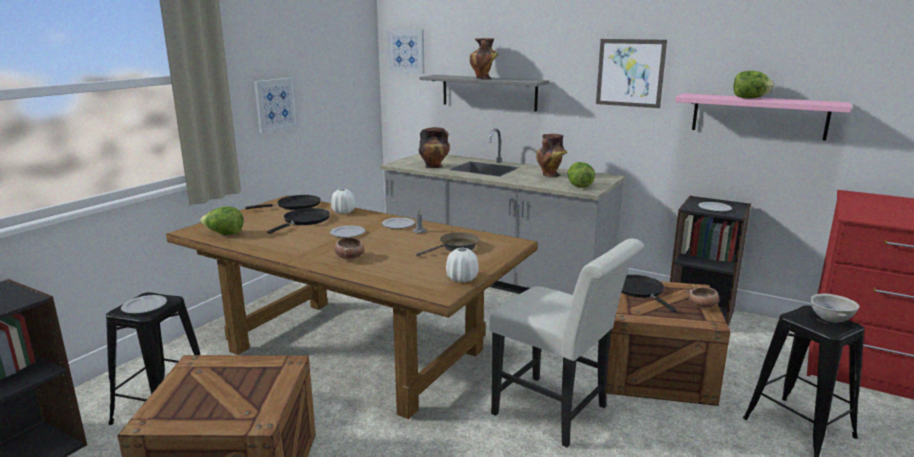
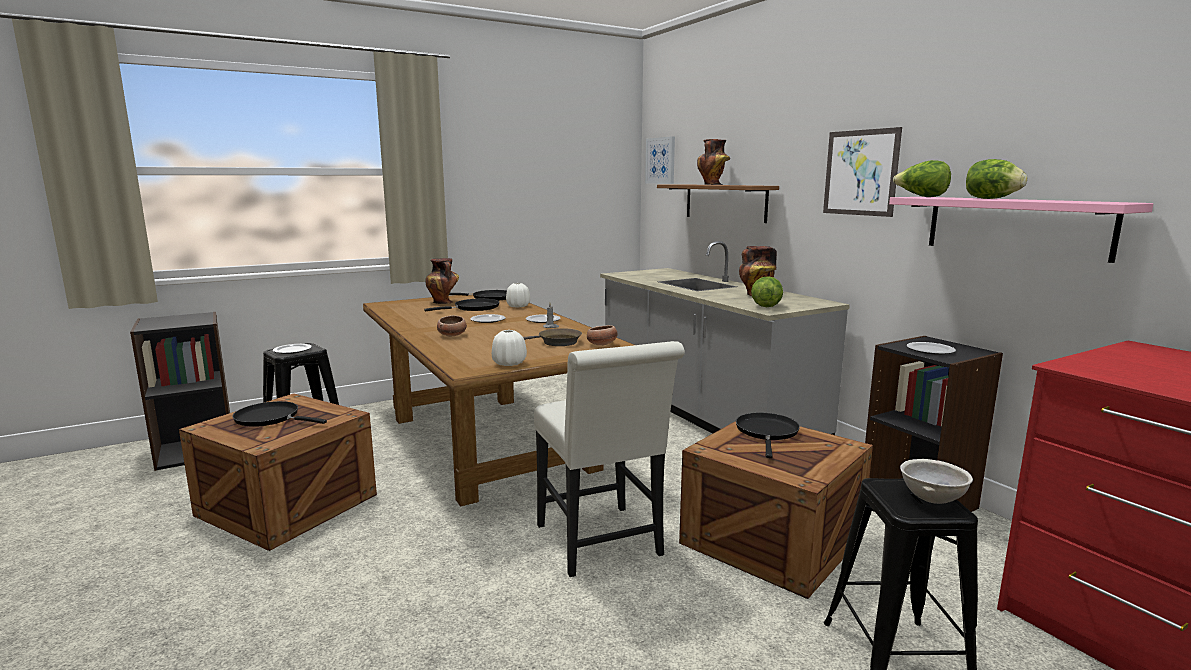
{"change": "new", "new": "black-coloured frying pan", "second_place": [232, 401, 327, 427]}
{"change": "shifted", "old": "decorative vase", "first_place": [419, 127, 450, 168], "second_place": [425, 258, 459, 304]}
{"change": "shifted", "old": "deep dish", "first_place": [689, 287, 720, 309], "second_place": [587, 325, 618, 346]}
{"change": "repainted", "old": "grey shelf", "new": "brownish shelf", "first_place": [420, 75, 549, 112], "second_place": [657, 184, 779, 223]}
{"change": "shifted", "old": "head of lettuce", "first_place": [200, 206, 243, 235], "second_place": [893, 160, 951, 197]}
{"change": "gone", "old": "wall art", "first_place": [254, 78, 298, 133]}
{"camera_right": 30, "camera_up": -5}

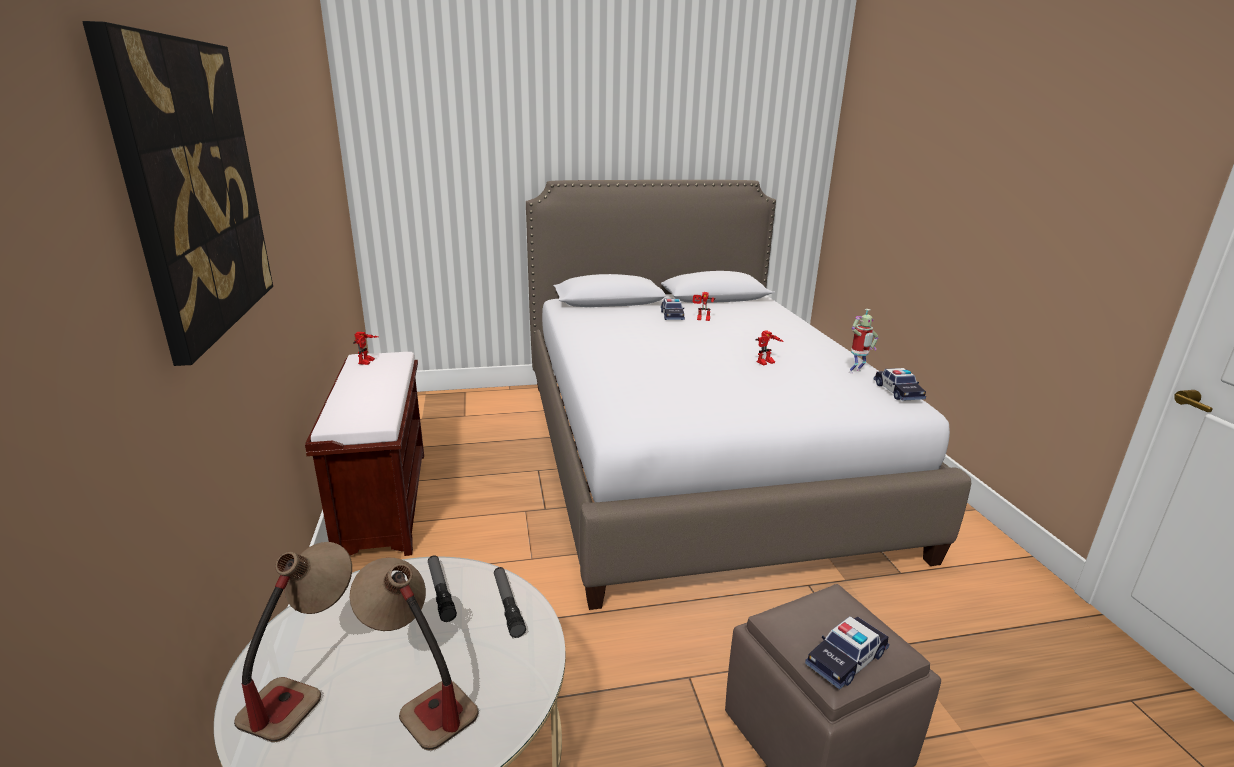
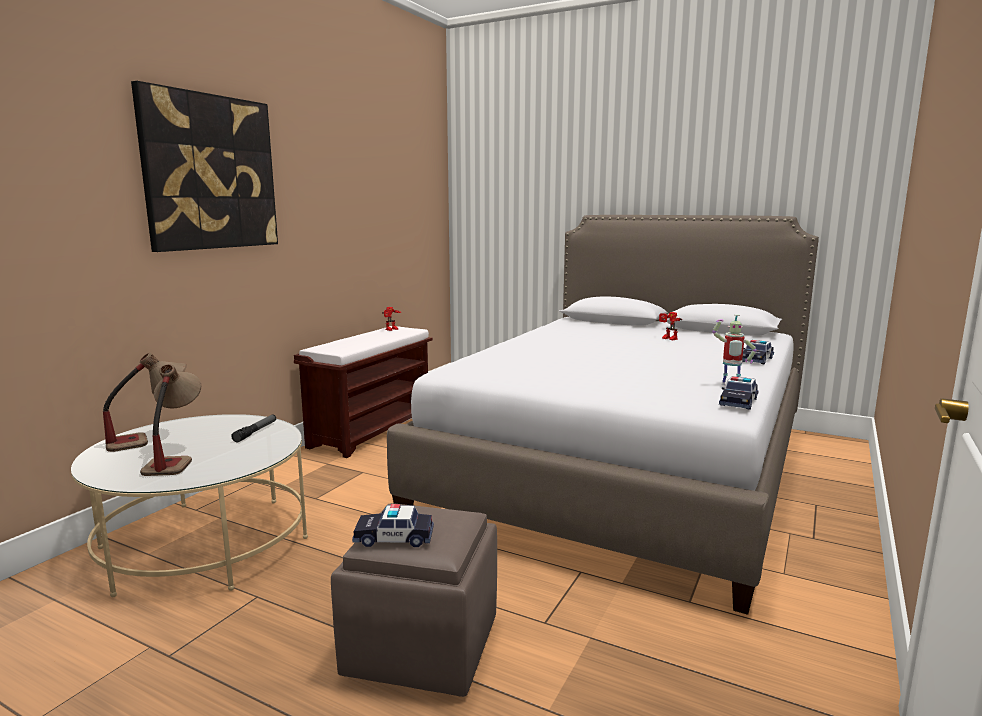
{"change": "shifted", "old": "model car", "first_place": [661, 299, 685, 320], "second_place": [742, 340, 774, 364]}
{"change": "gone", "old": "torch", "first_place": [494, 567, 526, 638]}
{"change": "gone", "old": "model robot", "first_place": [755, 330, 784, 365]}
{"camera_right": 40, "camera_up": -10}

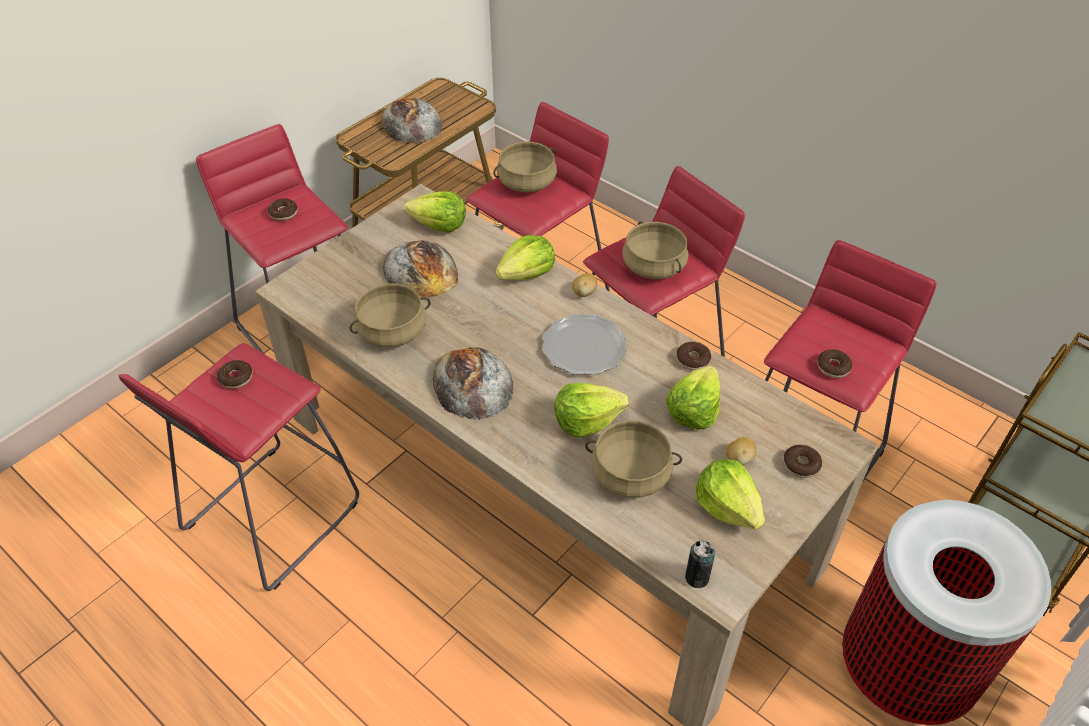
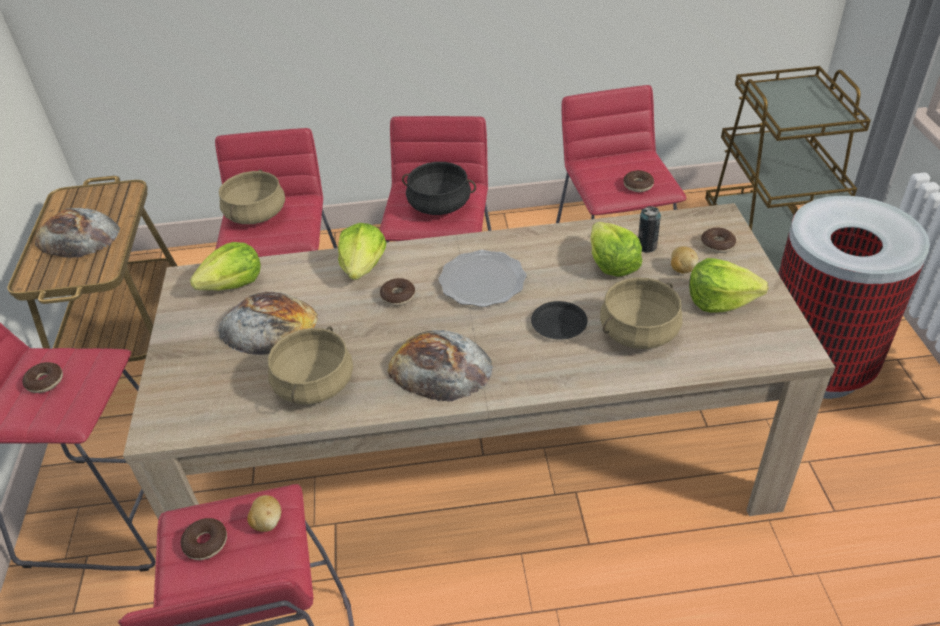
{"change": "shifted", "old": "spud", "first_place": [572, 273, 597, 297], "second_place": [247, 495, 281, 532]}
{"change": "shifted", "old": "donut", "first_place": [676, 342, 711, 370], "second_place": [380, 278, 415, 306]}
{"change": "repainted", "old": "beige-coloured stockpot", "new": "black-coloured stockpot", "first_place": [622, 221, 689, 279], "second_place": [402, 162, 476, 215]}
{"change": "swapped", "old": "head of lettuce", "new": "black-coloured flat dish", "first_place": [554, 383, 629, 438], "second_place": [531, 301, 588, 340]}
{"change": "shifted", "old": "can", "first_place": [685, 540, 715, 588], "second_place": [638, 206, 661, 253]}
{"camera_right": -45, "camera_up": -5}

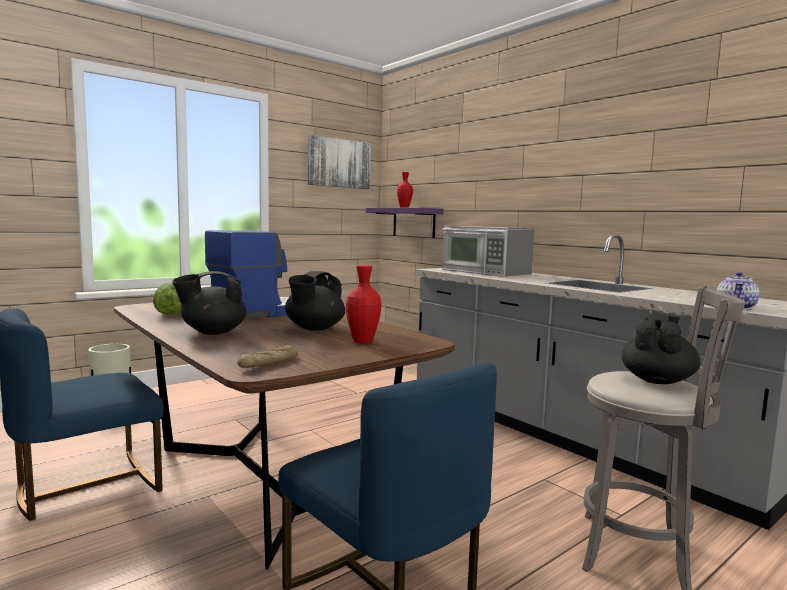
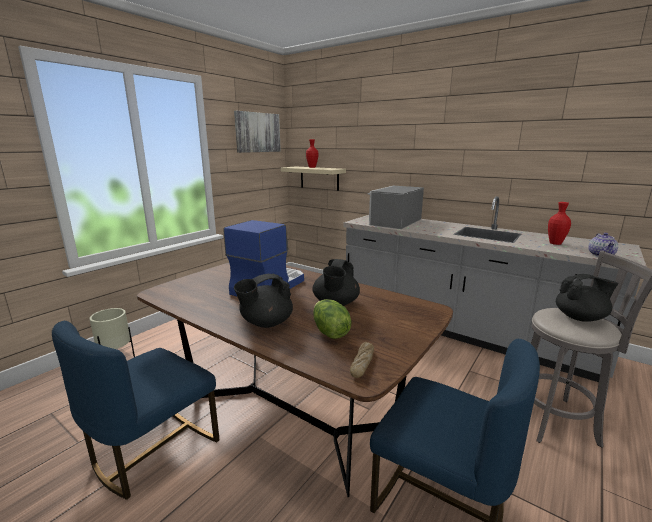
{"change": "repainted", "old": "purplish shelf", "new": "beige-coloured shelf", "first_place": [366, 207, 443, 238], "second_place": [281, 166, 346, 191]}
{"change": "shifted", "old": "head of lettuce", "first_place": [153, 282, 182, 315], "second_place": [313, 299, 352, 339]}
{"change": "rotated", "old": "kitchen microwave", "first_place": [442, 226, 535, 277], "second_place": [367, 186, 424, 229], "degrees": 90}
{"change": "shifted", "old": "red decorative vase", "first_place": [346, 265, 382, 343], "second_place": [548, 202, 571, 245]}
{"change": "rotated", "old": "black-coloured teapot", "first_place": [622, 314, 701, 384], "second_place": [556, 274, 619, 322], "degrees": 75}
{"camera_right": -15, "camera_up": 10}

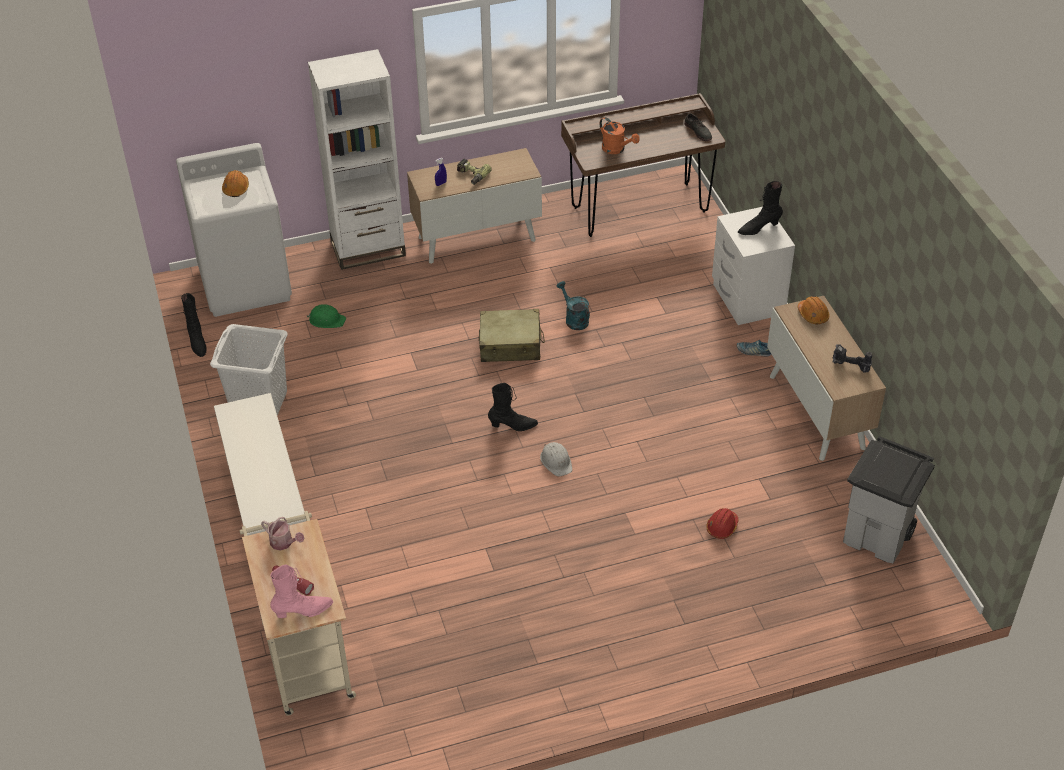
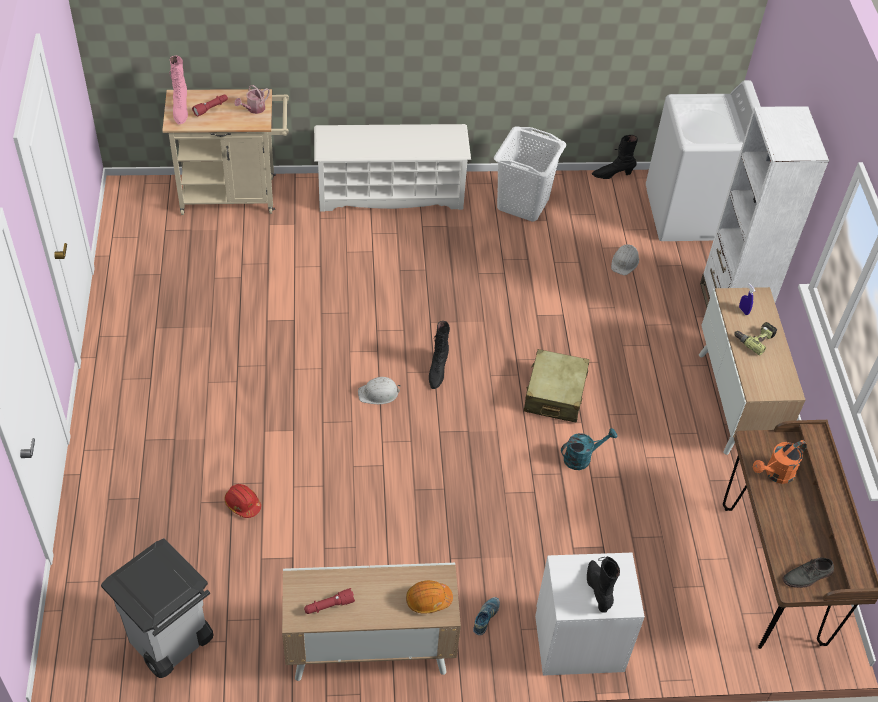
{"change": "swapped", "old": "power drill", "new": "red torch", "first_place": [833, 344, 872, 373], "second_place": [304, 588, 355, 614]}
{"change": "repainted", "old": "greenish safety helmet", "new": "whitish safety helmet", "first_place": [307, 304, 346, 328], "second_place": [611, 244, 639, 275]}
{"change": "gone", "old": "orange safety helmet", "first_place": [222, 170, 249, 197]}
{"camera_right": 100, "camera_up": 5}

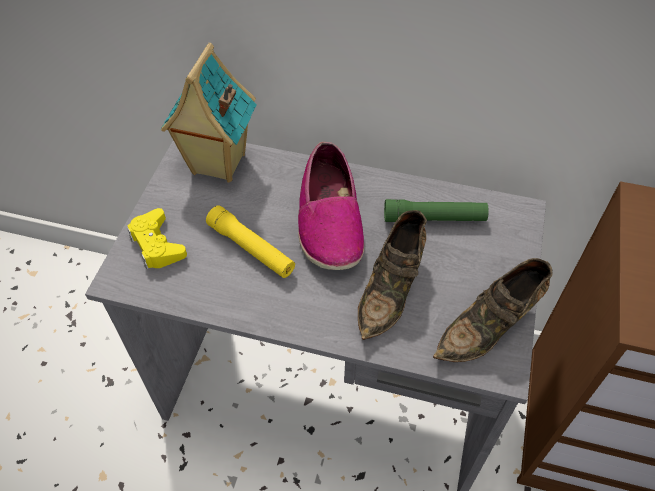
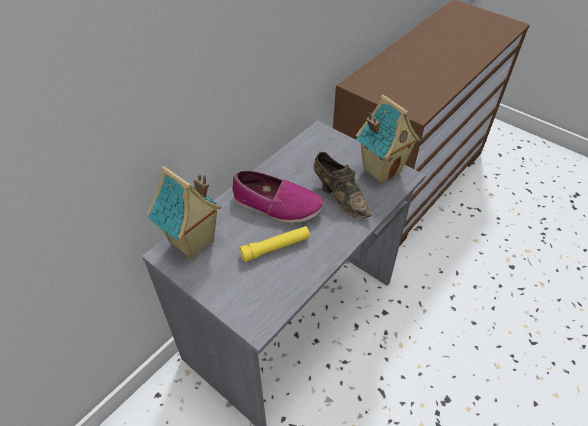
{"change": "swapped", "old": "brownish item of footwear", "new": "model house", "first_place": [433, 258, 553, 362], "second_place": [356, 95, 420, 184]}
{"change": "gone", "old": "yellowish gamepad", "first_place": [127, 208, 187, 269]}
{"change": "gone", "old": "greenish torch", "first_place": [384, 199, 489, 222]}
{"camera_right": -65, "camera_up": -5}

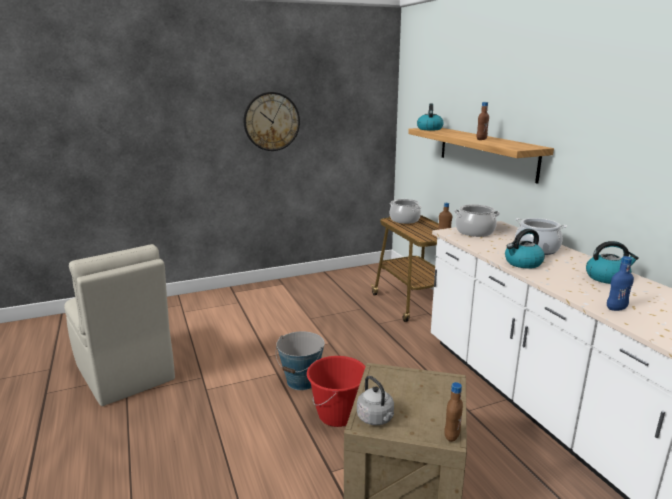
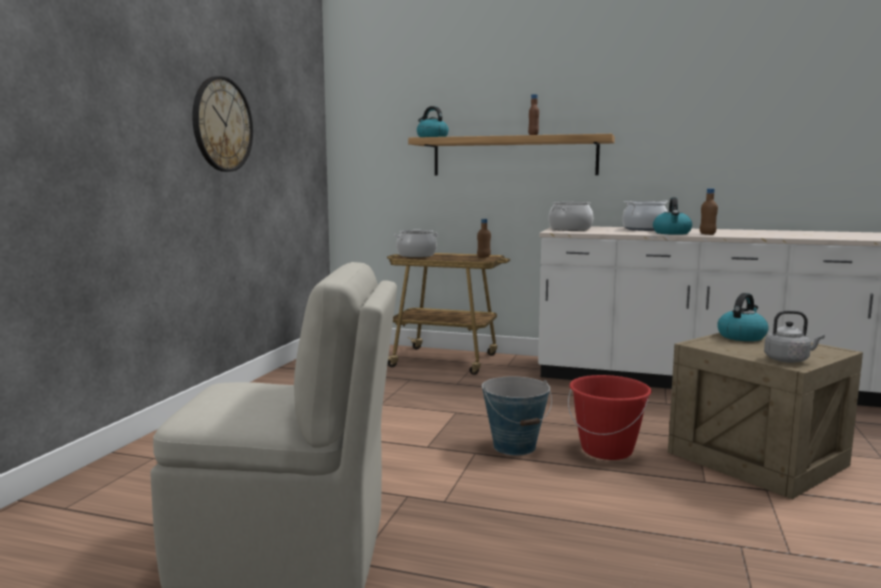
{"change": "shifted", "old": "brownish drink bottle", "first_place": [444, 382, 463, 442], "second_place": [700, 188, 718, 235]}
{"change": "shifted", "old": "tea kettle", "first_place": [586, 241, 639, 284], "second_place": [717, 293, 769, 341]}
{"change": "gone", "old": "blue-coloured drink bottle", "first_place": [607, 256, 634, 311]}
{"camera_right": -50, "camera_up": -10}

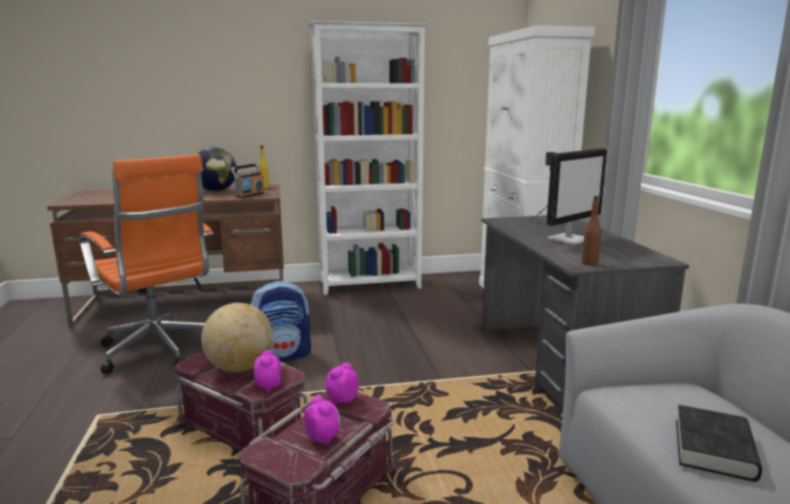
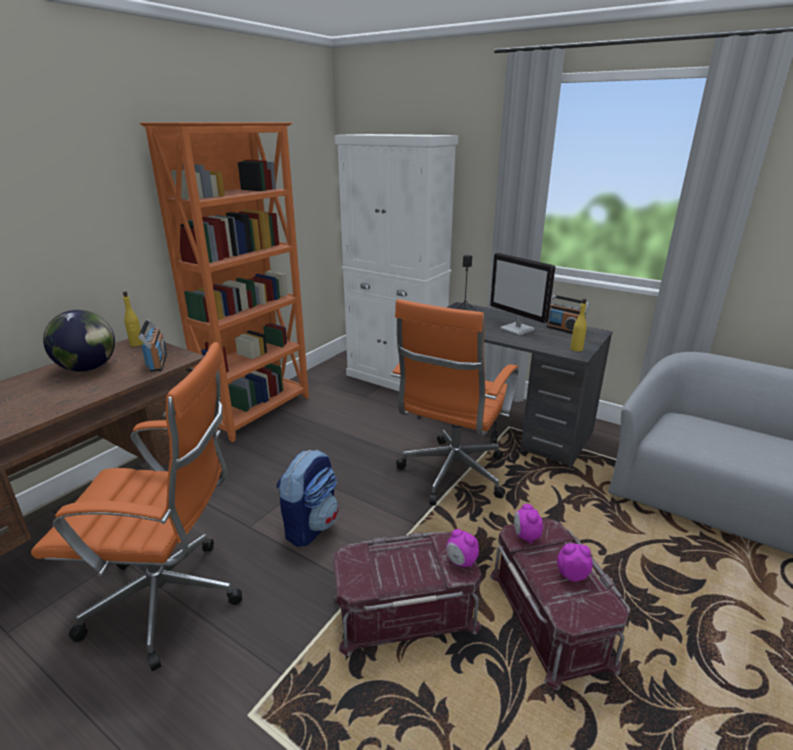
{"change": "repainted", "old": "whitish bookshelf", "new": "orange bookshelf", "first_place": [307, 21, 430, 295], "second_place": [140, 122, 309, 442]}
{"change": "new", "new": "orange desk chair", "second_place": [391, 299, 518, 506]}
{"change": "rotated", "old": "monitor", "first_place": [547, 148, 607, 245], "second_place": [490, 253, 555, 335], "degrees": 135}
{"change": "new", "new": "radio receiver", "second_place": [546, 295, 590, 334]}
{"change": "repainted", "old": "brownish drink bottle", "new": "yellowish drink bottle", "first_place": [582, 196, 601, 265], "second_place": [570, 299, 587, 351]}
{"change": "gone", "old": "desk globe", "first_place": [201, 303, 273, 373]}
{"change": "gone", "old": "black-coloured volume", "first_place": [676, 405, 762, 482]}
{"camera_right": -45, "camera_up": 10}

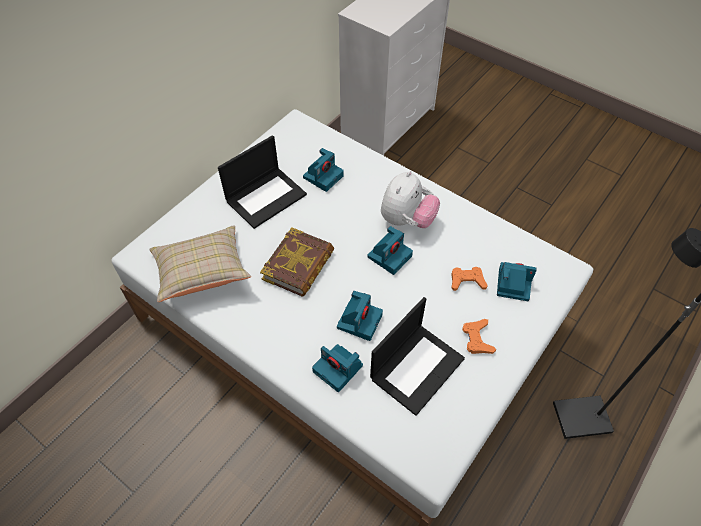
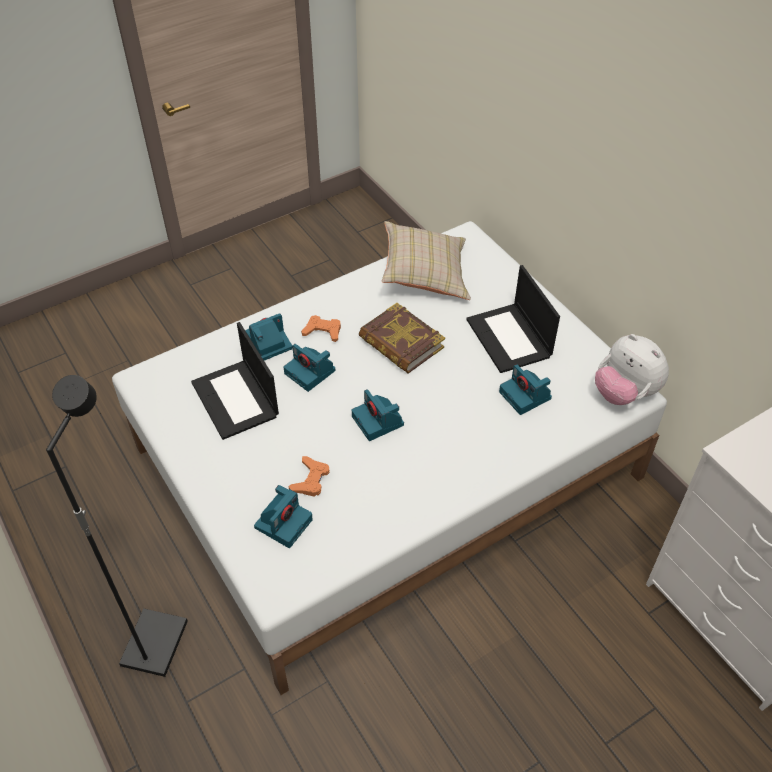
{"change": "shifted", "old": "orange gamepad", "first_place": [462, 319, 496, 354], "second_place": [301, 315, 341, 342]}
{"change": "shifted", "old": "plush toy", "first_place": [381, 171, 440, 228], "second_place": [595, 334, 669, 405]}
{"camera_right": 110, "camera_up": -5}

